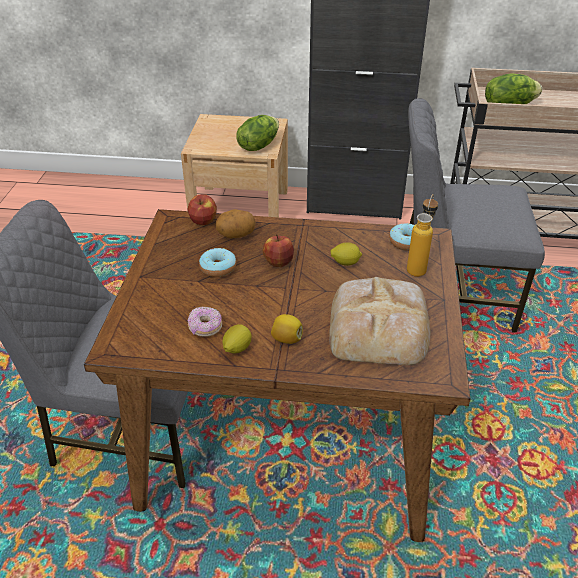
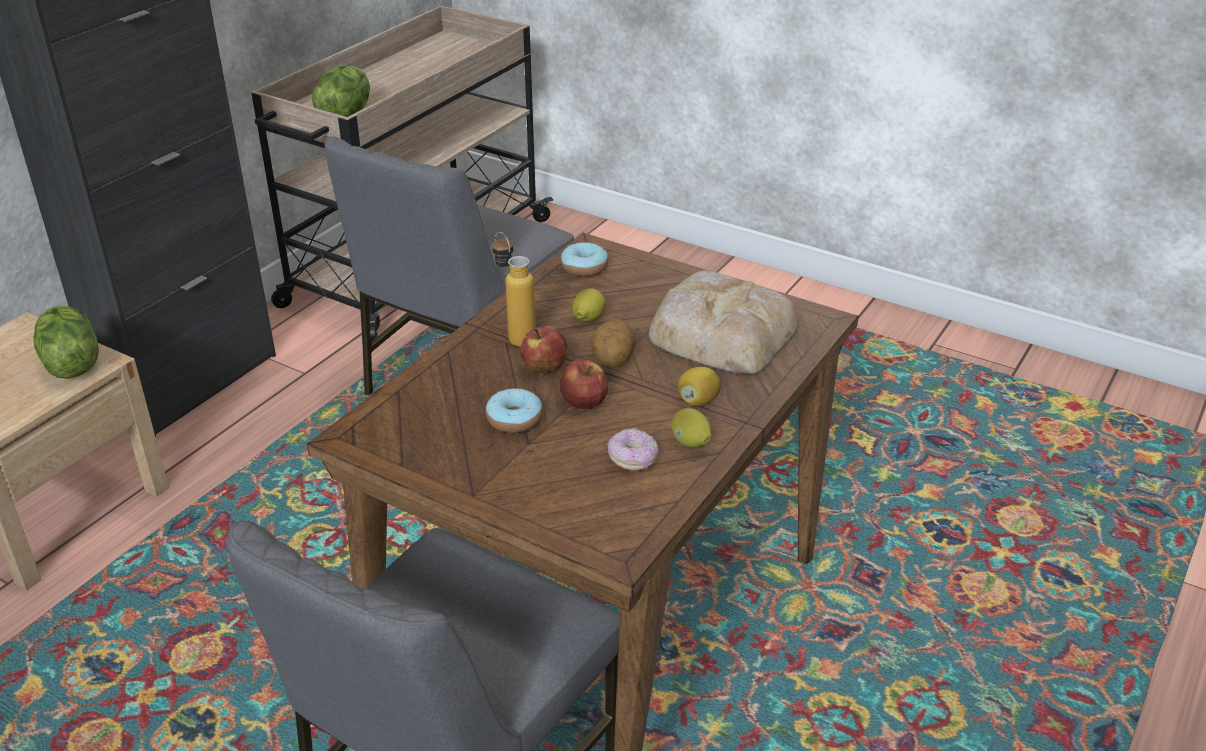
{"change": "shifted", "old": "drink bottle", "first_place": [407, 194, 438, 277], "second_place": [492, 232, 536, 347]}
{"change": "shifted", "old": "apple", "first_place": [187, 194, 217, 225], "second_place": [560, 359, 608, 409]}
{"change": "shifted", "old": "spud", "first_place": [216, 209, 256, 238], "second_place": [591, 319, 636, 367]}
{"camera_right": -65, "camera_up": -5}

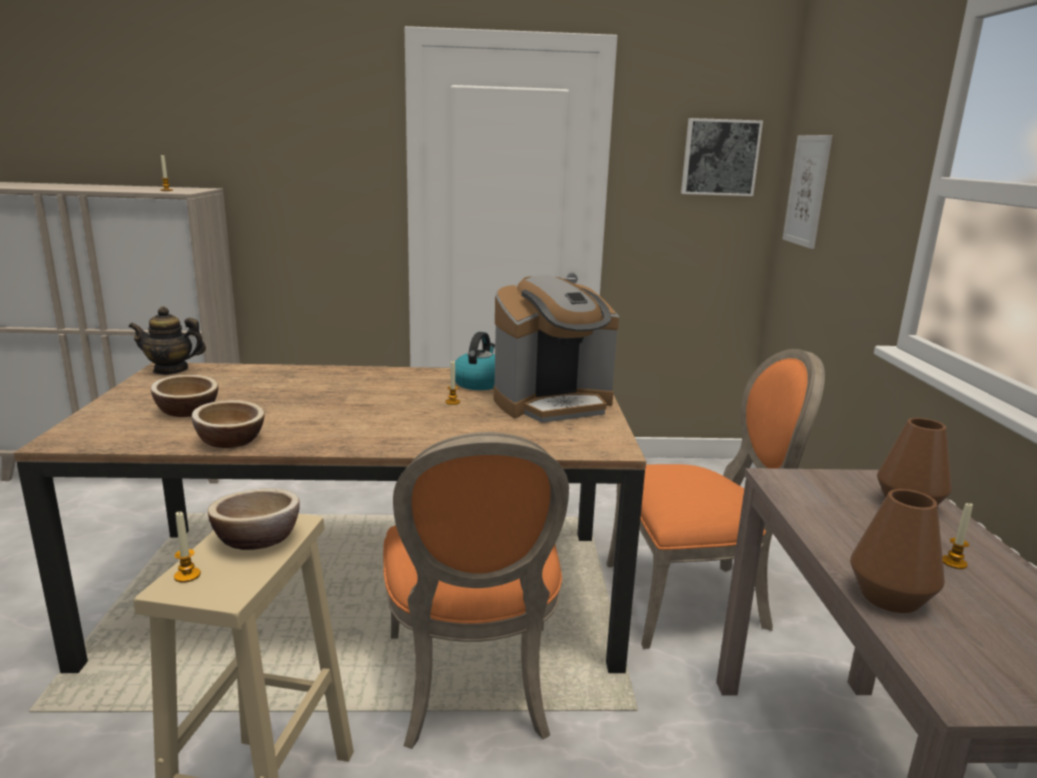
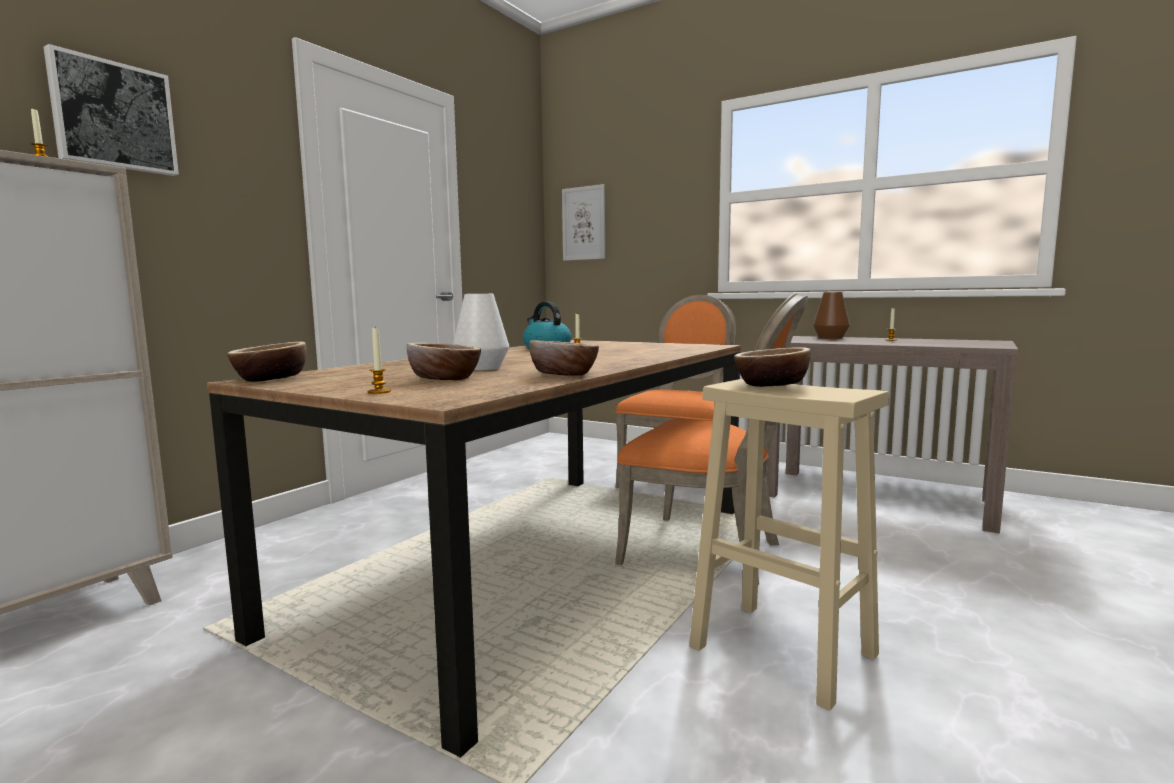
{"change": "shifted", "old": "wall art", "first_place": [681, 118, 763, 196], "second_place": [44, 44, 179, 176]}
{"change": "swapped", "old": "teapot", "new": "deep dish", "first_place": [129, 307, 206, 375], "second_place": [227, 342, 307, 382]}
{"change": "shifted", "old": "wax candle", "first_place": [174, 512, 201, 583], "second_place": [368, 327, 391, 394]}
{"change": "new", "new": "whitish decorative vase", "second_place": [453, 294, 509, 370]}
{"change": "gone", "old": "coffee machine", "first_place": [493, 275, 619, 423]}
{"change": "gone", "old": "brownish decorative vase", "first_place": [850, 489, 945, 613]}
{"camera_right": -55, "camera_up": -10}

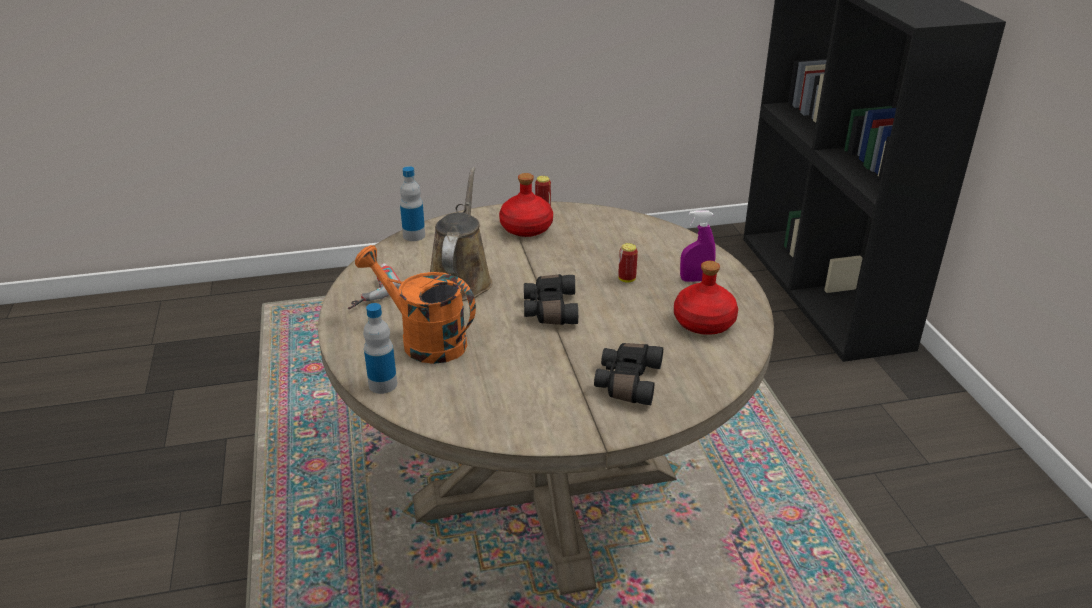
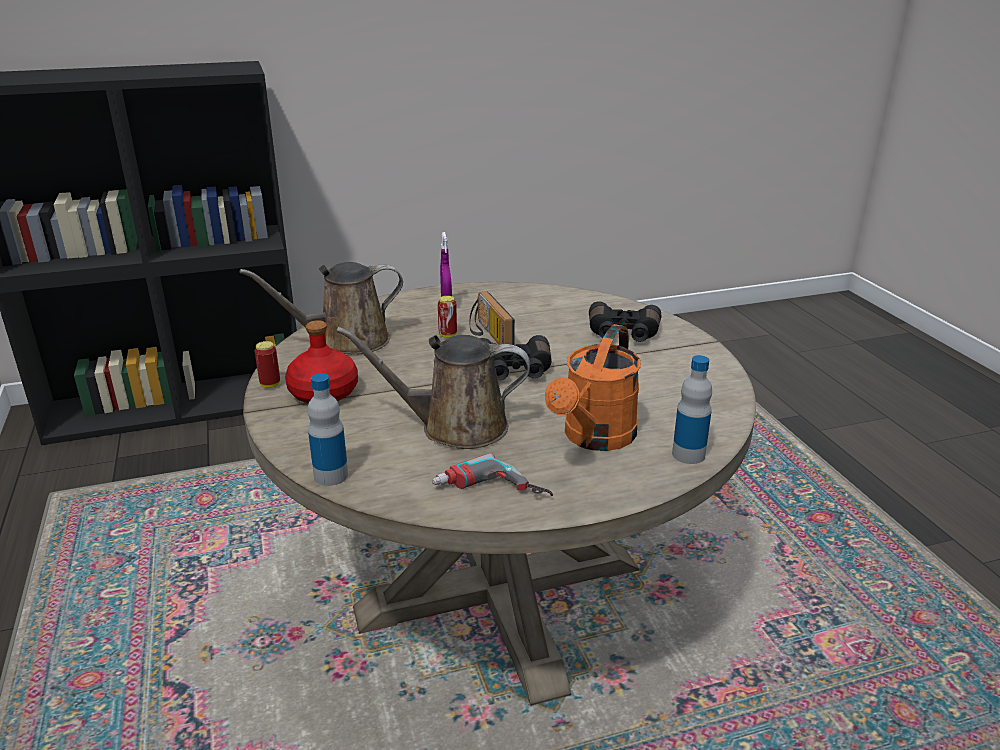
{"change": "new", "new": "brownish watering can", "second_place": [240, 262, 403, 355]}
{"change": "new", "new": "radio receiver", "second_place": [469, 291, 515, 345]}
{"change": "gone", "old": "red drink bottle", "first_place": [674, 261, 738, 335]}
{"camera_right": -95, "camera_up": -5}

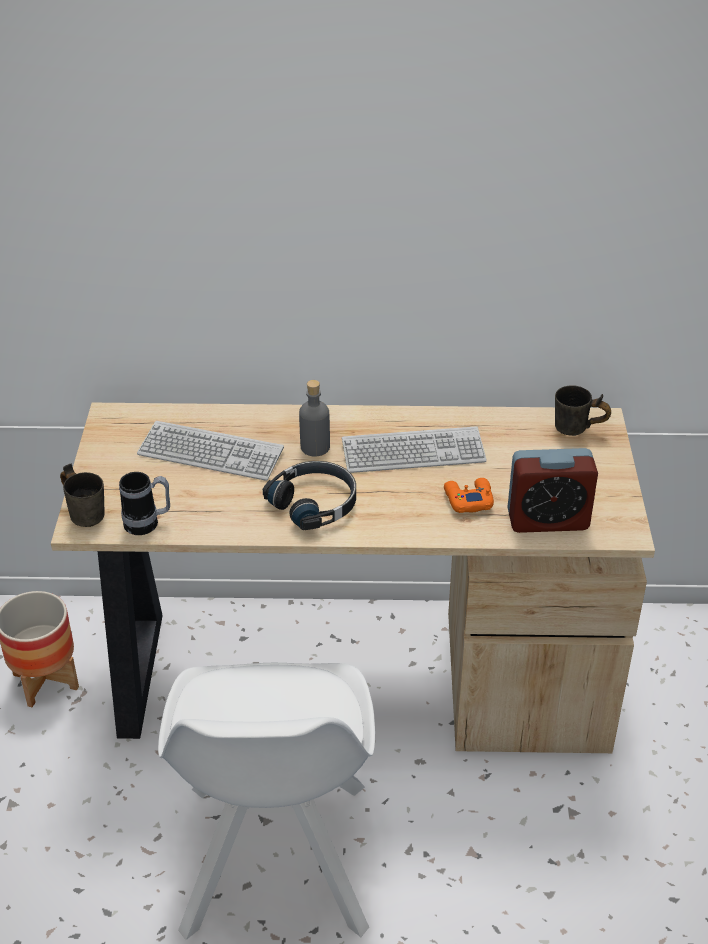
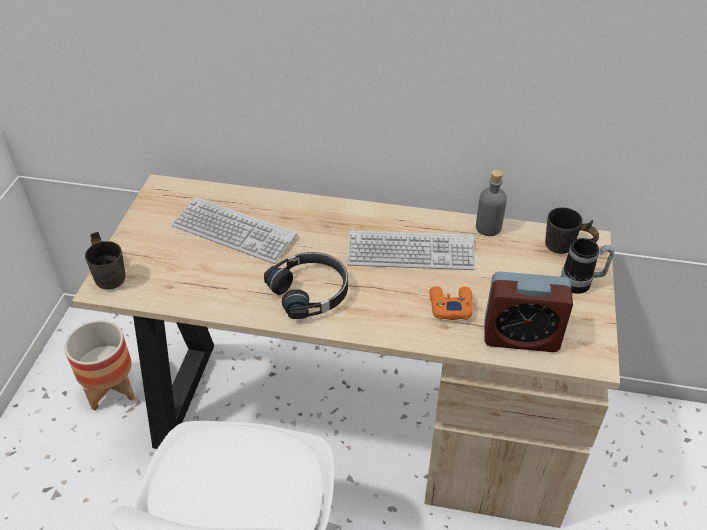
{"change": "shifted", "old": "grey drink bottle", "first_place": [299, 380, 330, 456], "second_place": [476, 169, 507, 236]}
{"change": "shifted", "old": "mug", "first_place": [119, 472, 170, 535], "second_place": [561, 238, 614, 294]}
{"camera_right": 10, "camera_up": 5}

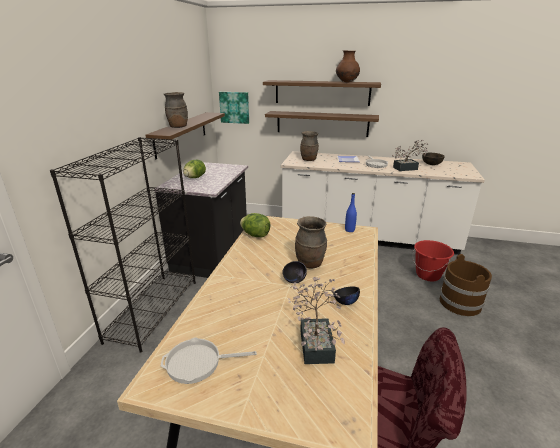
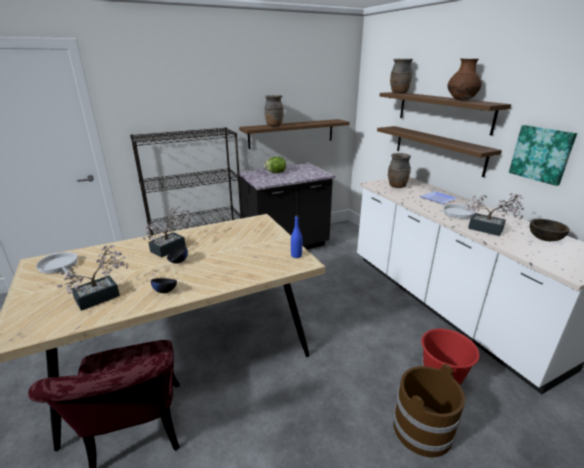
{"change": "new", "new": "plant in a pot", "second_place": [143, 206, 191, 257]}
{"change": "shifted", "old": "brownish decorative vase", "first_place": [295, 216, 327, 268], "second_place": [390, 59, 413, 93]}
{"change": "shifted", "old": "wall art", "first_place": [219, 92, 249, 124], "second_place": [509, 125, 577, 186]}
{"change": "gone", "old": "head of lettuce", "first_place": [240, 213, 271, 237]}
{"camera_right": 50, "camera_up": 0}

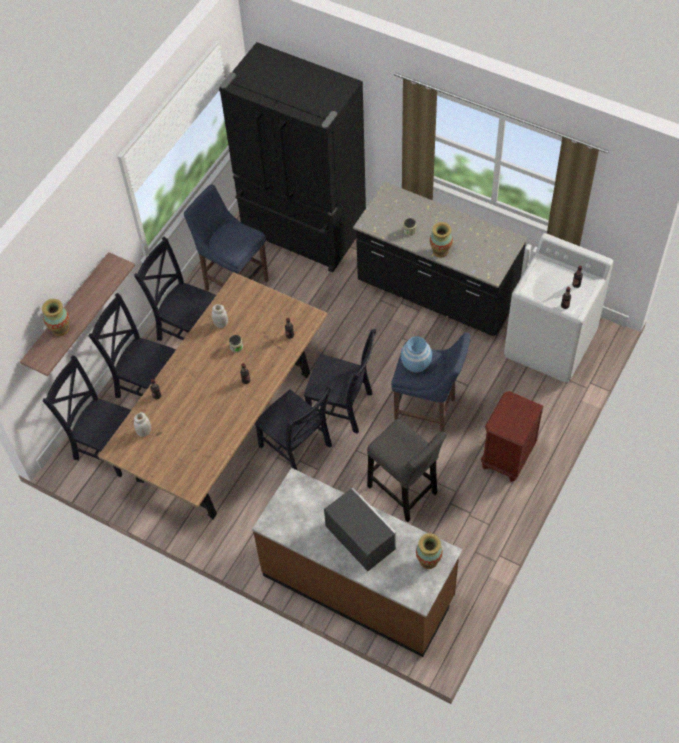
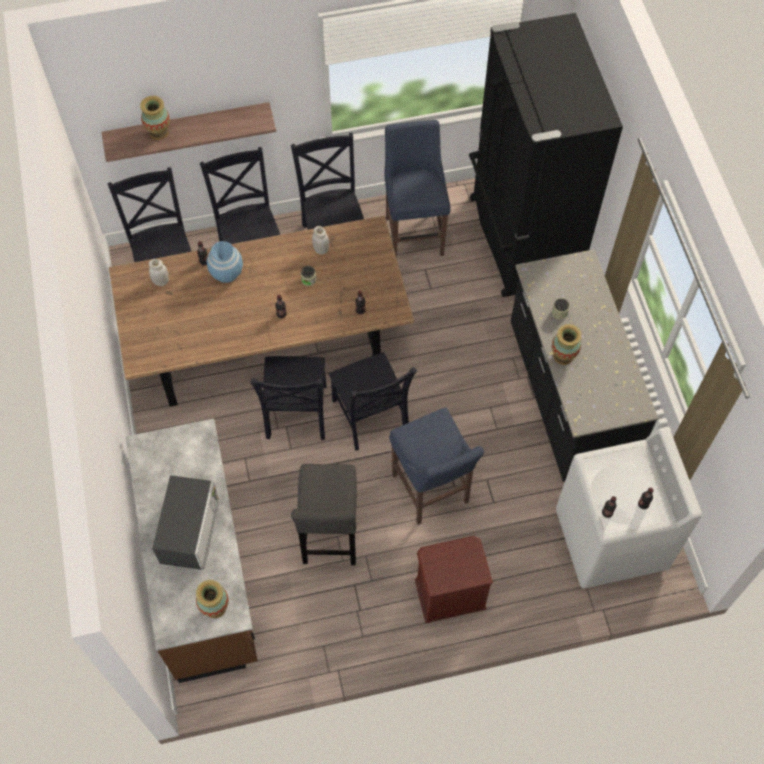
{"change": "shifted", "old": "blue-coloured decorative vase", "first_place": [401, 336, 432, 373], "second_place": [207, 241, 243, 283]}
{"camera_right": 45, "camera_up": 5}

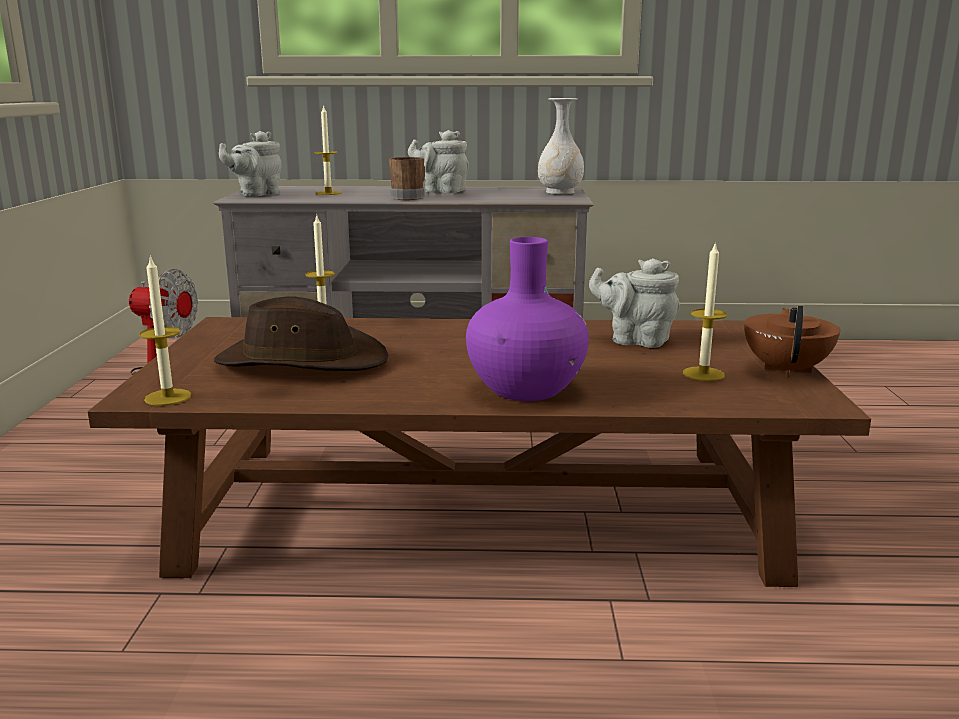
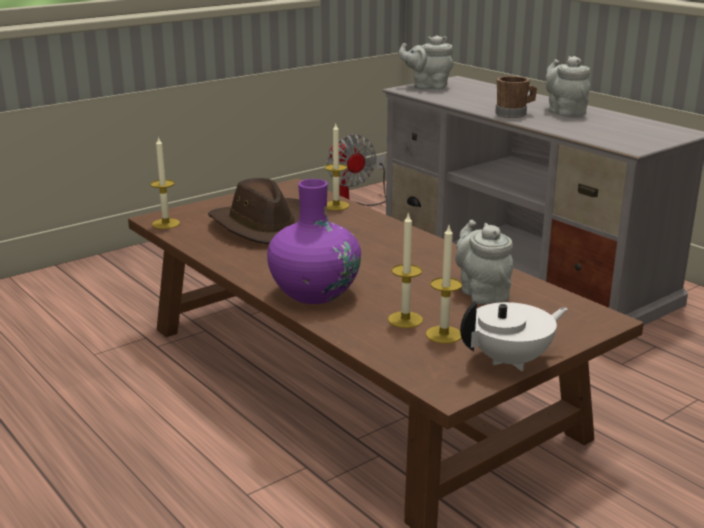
{"change": "shifted", "old": "wax candle", "first_place": [315, 105, 342, 195], "second_place": [388, 212, 423, 328]}
{"change": "repainted", "old": "brownish teapot", "new": "whitish teapot", "first_place": [744, 306, 840, 377], "second_place": [460, 301, 568, 371]}
{"change": "gone", "old": "whitish decorative vase", "first_place": [538, 98, 584, 194]}
{"camera_right": 50, "camera_up": 5}

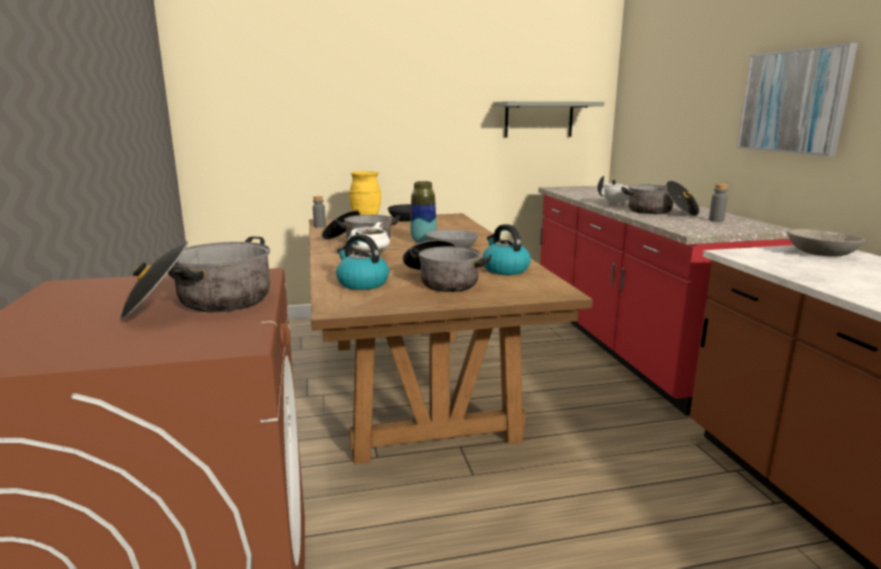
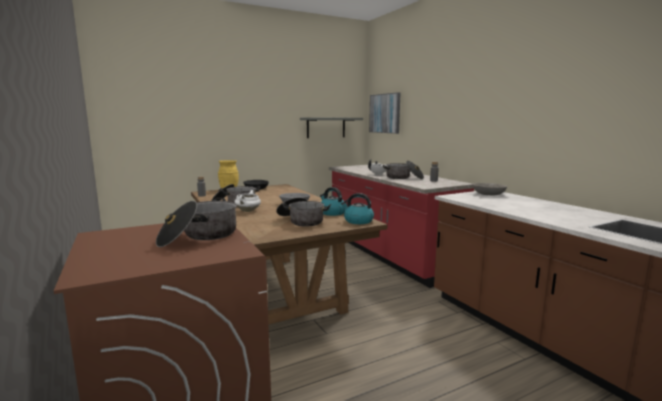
{"change": "shifted", "old": "tea kettle", "first_place": [336, 234, 389, 290], "second_place": [341, 193, 374, 224]}
{"change": "shifted", "old": "wall art", "first_place": [737, 43, 858, 156], "second_place": [369, 92, 400, 134]}
{"change": "gone", "old": "decorative vase", "first_place": [410, 181, 437, 243]}
{"camera_right": -15, "camera_up": -5}

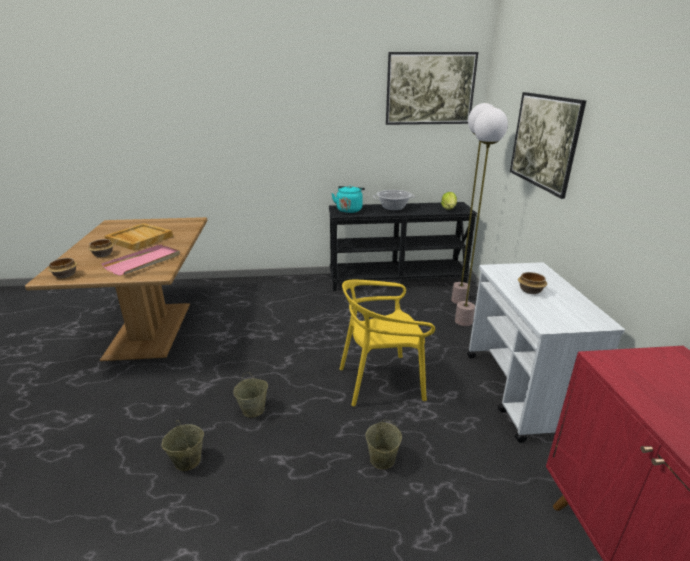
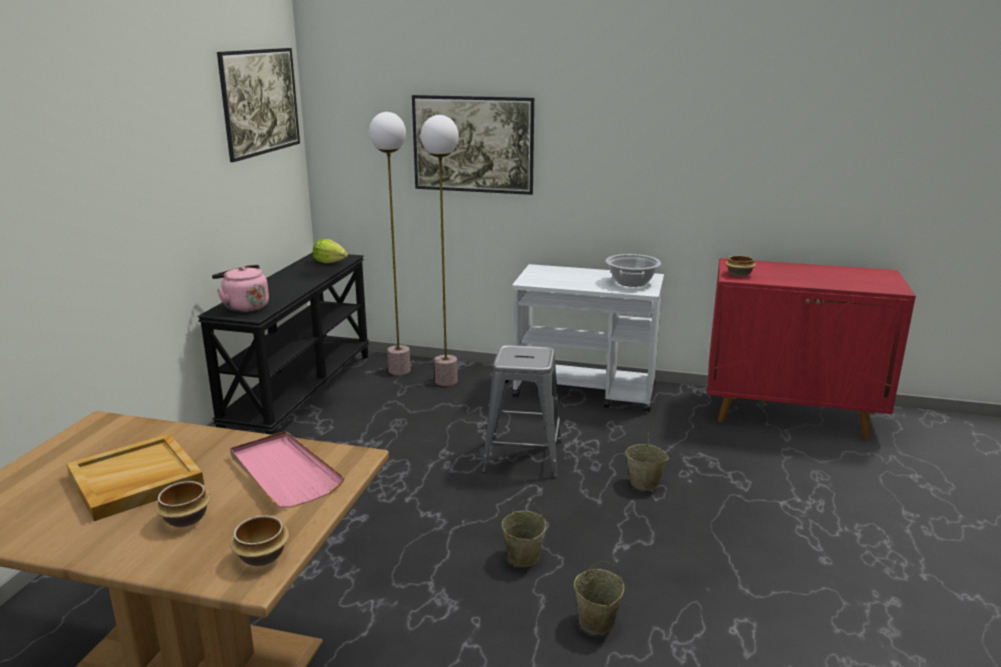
{"change": "repainted", "old": "blue-green tea kettle", "new": "pink-coloured tea kettle", "first_place": [331, 185, 365, 213], "second_place": [212, 265, 269, 312]}
{"change": "swapped", "old": "yellowish plain chair", "new": "grey stool", "first_place": [340, 280, 435, 406], "second_place": [482, 345, 562, 478]}
{"change": "shifted", "old": "stockpot", "first_place": [373, 190, 415, 211], "second_place": [605, 254, 661, 287]}
{"change": "shifted", "old": "deep dish", "first_place": [518, 272, 547, 294], "second_place": [725, 255, 756, 277]}
{"camera_right": -70, "camera_up": -5}

